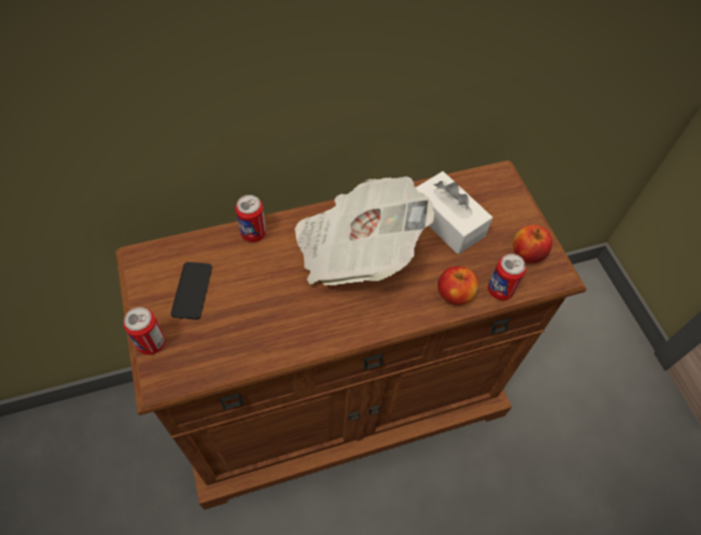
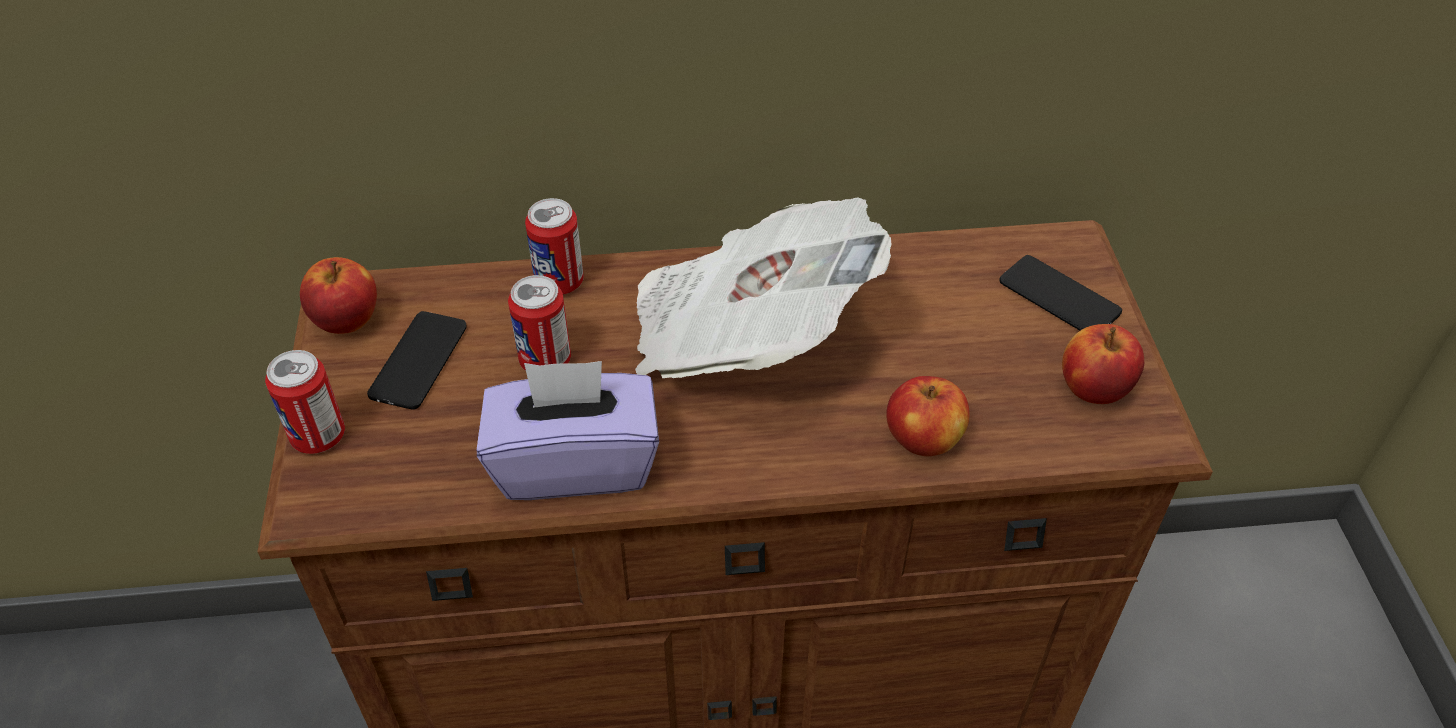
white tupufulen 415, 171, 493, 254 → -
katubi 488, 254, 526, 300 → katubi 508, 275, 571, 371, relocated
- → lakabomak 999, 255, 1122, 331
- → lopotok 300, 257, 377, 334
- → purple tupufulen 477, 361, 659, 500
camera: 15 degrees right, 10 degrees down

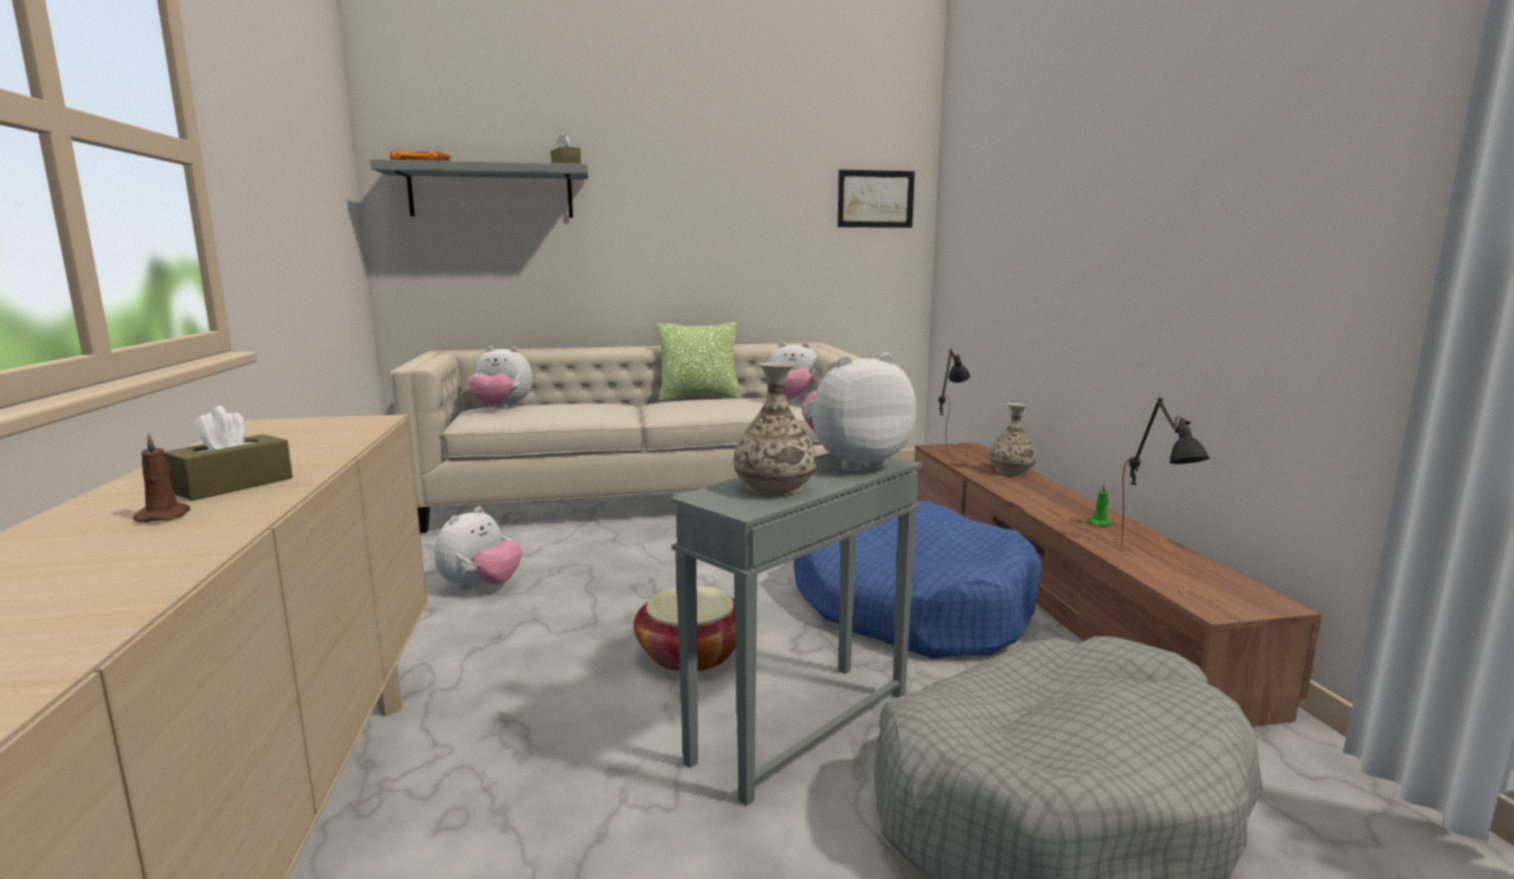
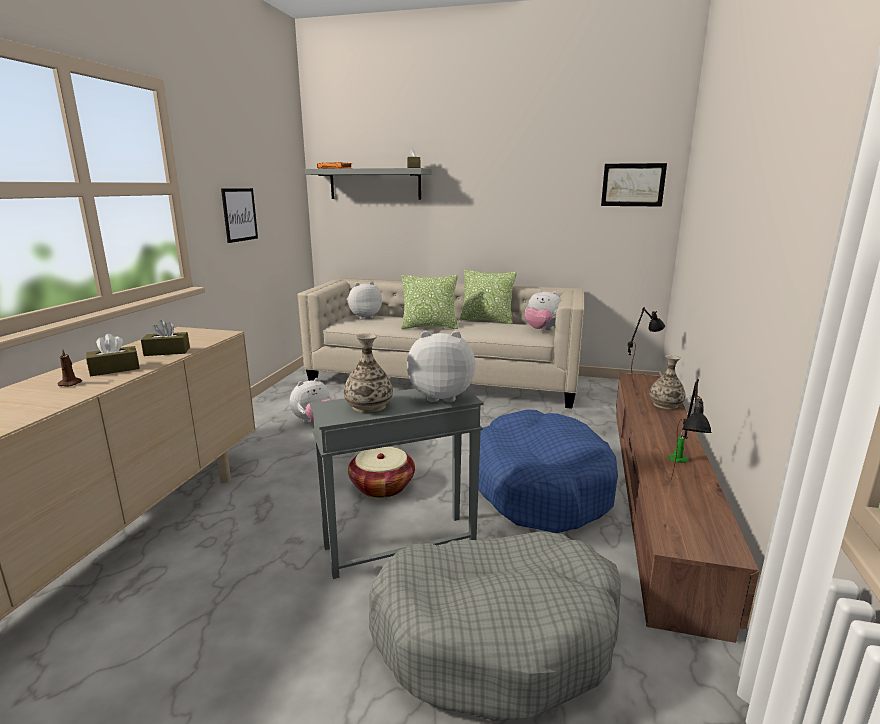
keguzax 469, 346, 533, 408 → keguzax 347, 281, 382, 320, 120 degrees clockwise
- → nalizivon 221, 188, 258, 243
- → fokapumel 401, 275, 458, 329
- → brown tupufulen 141, 320, 190, 356
camera: 25 degrees right, 5 degrees up

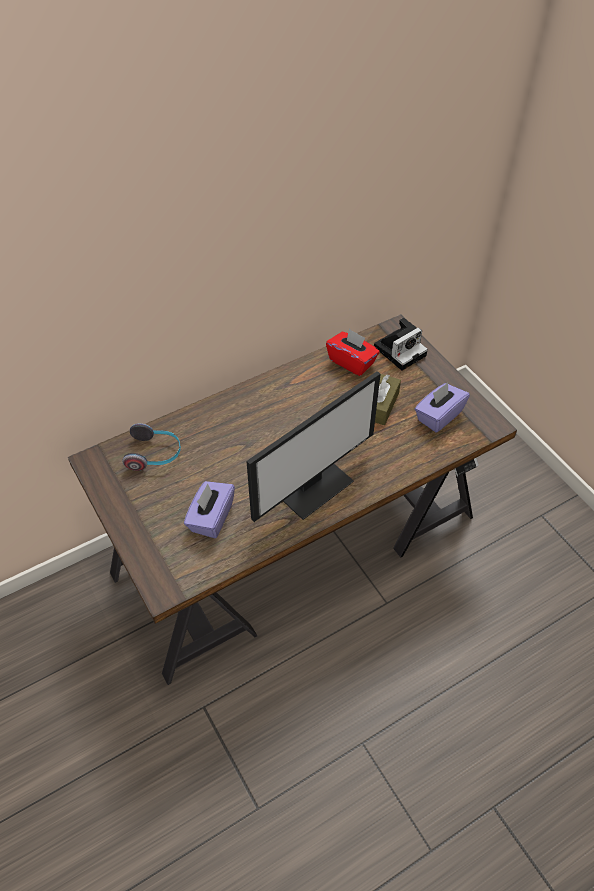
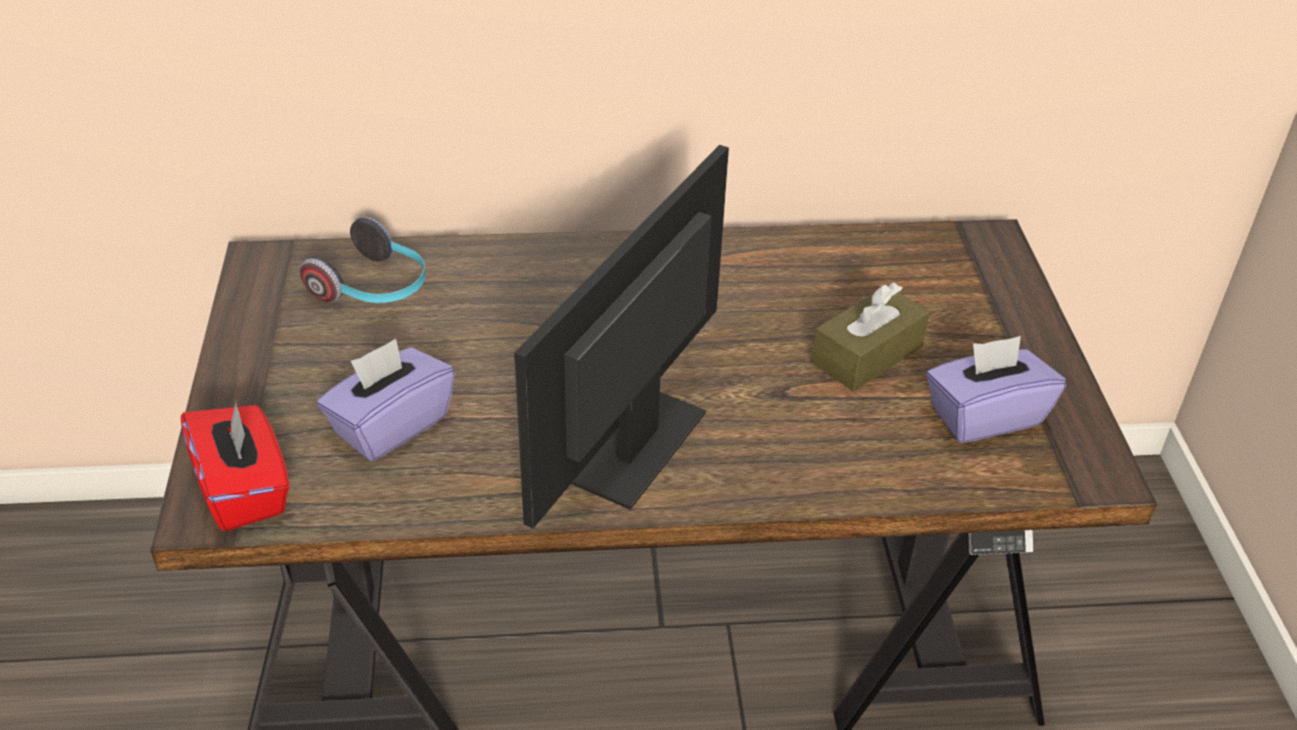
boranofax 374, 318, 428, 371 → -
red tupufulen 326, 328, 379, 376 → red tupufulen 181, 398, 290, 531, relocated
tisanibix 246, 371, 380, 522 → tisanibix 514, 145, 729, 529, 135 degrees clockwise
camera: 25 degrees right, 10 degrees down

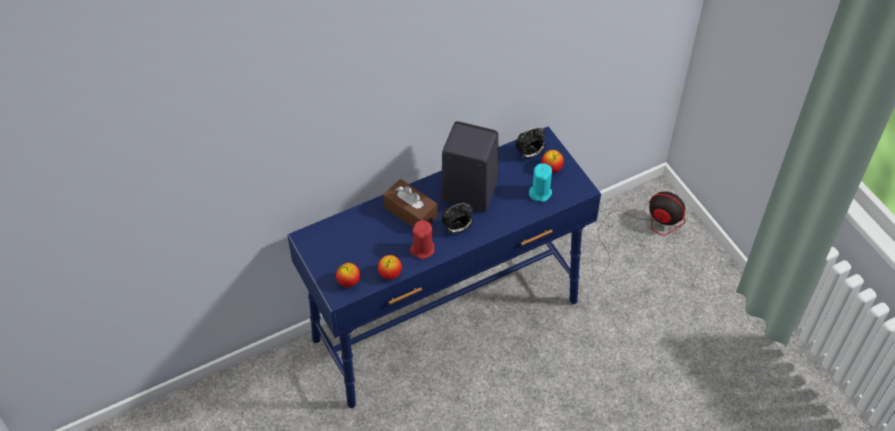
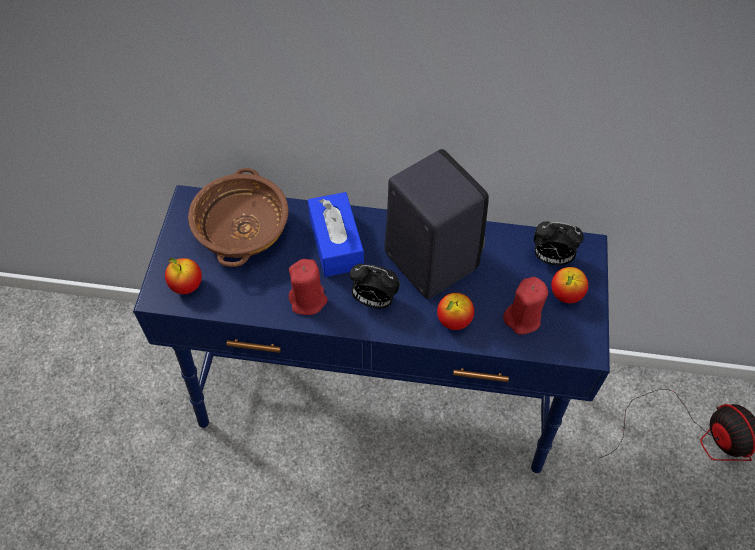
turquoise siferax 529, 163, 552, 202 → red siferax 503, 277, 548, 335
brown tupufulen 383, 179, 438, 228 → blue tupufulen 308, 192, 364, 277
lopotok 378, 255, 402, 279 → lopotok 437, 293, 474, 330, relocated
- → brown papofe 188, 168, 288, 267
camera: 35 degrees right, 5 degrees up

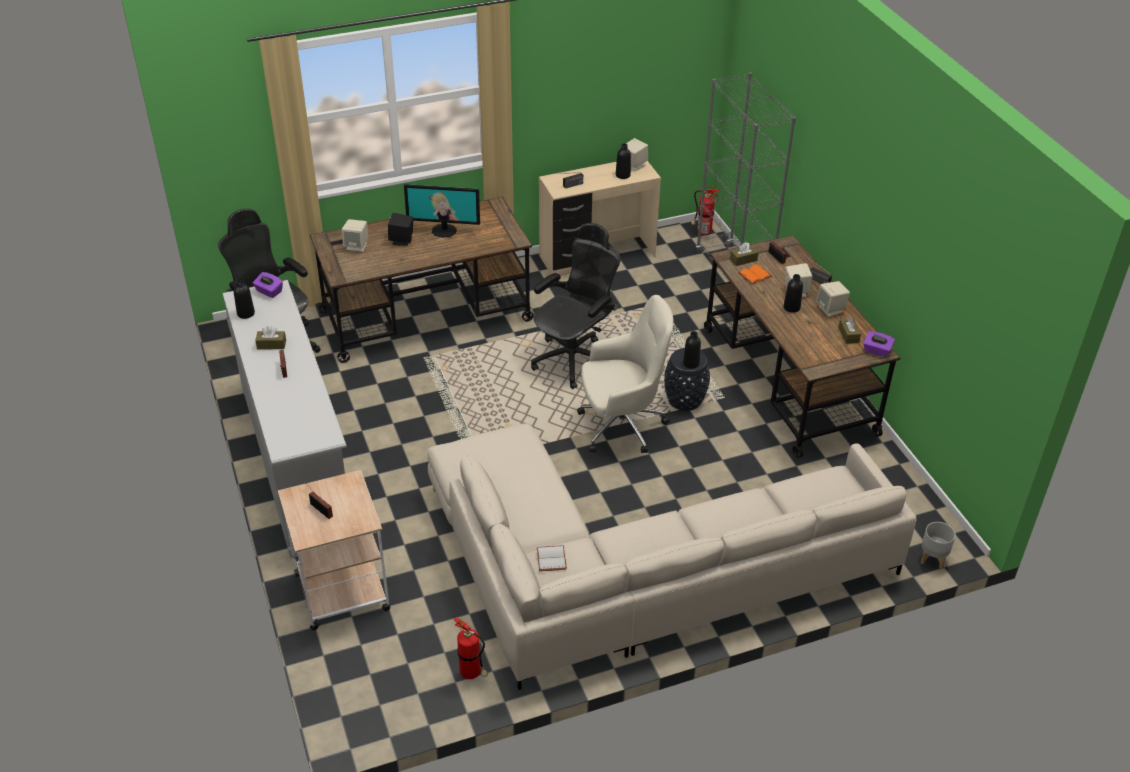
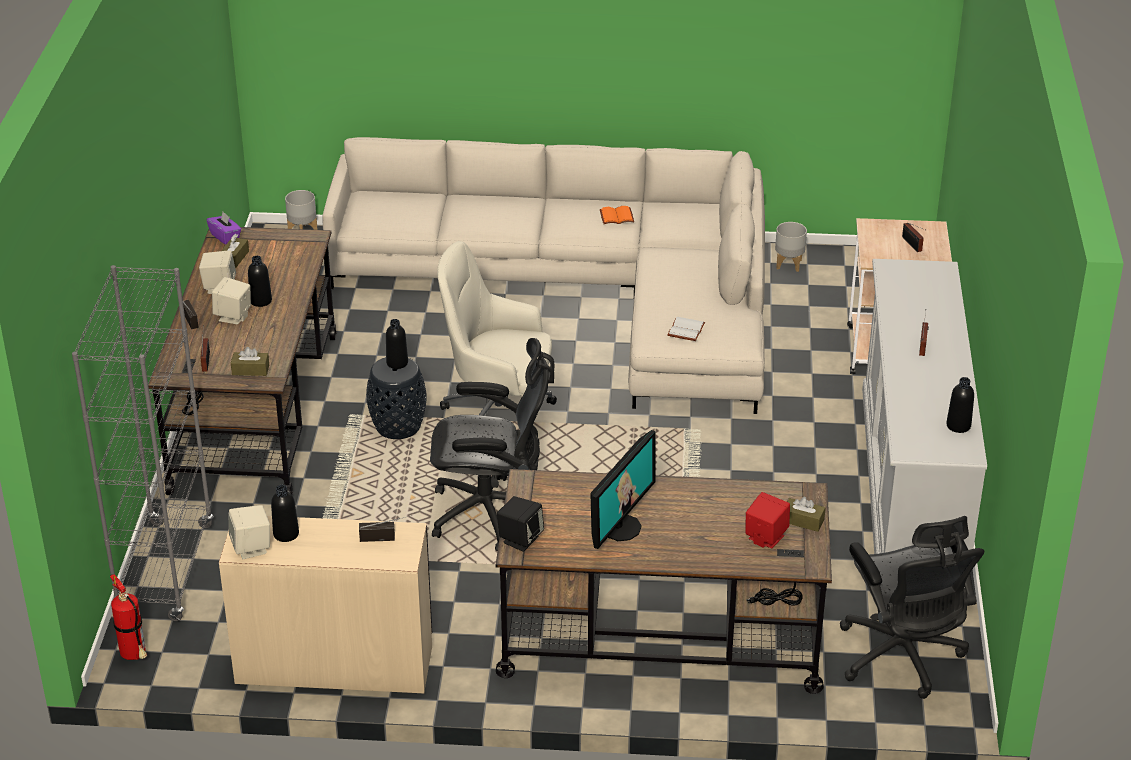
tisanibix 404, 184, 480, 238 → tisanibix 590, 430, 656, 549, 90 degrees clockwise
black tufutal 388, 213, 413, 246 → black tufutal 497, 496, 544, 552, relocated
beige tufutal 342, 219, 368, 252 → red tufutal 745, 492, 790, 548
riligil 531, 223, 621, 389 → riligil 430, 338, 554, 551, 150 degrees counterclockwise
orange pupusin 738, 264, 772, 284 → orange pupusin 600, 206, 634, 224, relocated
purple tupufulen 252, 272, 283, 298 → -
brown tupufulen 255, 326, 286, 350 → brown tupufulen 787, 497, 826, 532, relocated
white pupusin 537, 545, 567, 571 → white pupusin 668, 317, 705, 341, relocated
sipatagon 454, 617, 488, 679 → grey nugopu 775, 222, 807, 272
camera: 155 degrees left, 5 degrees down

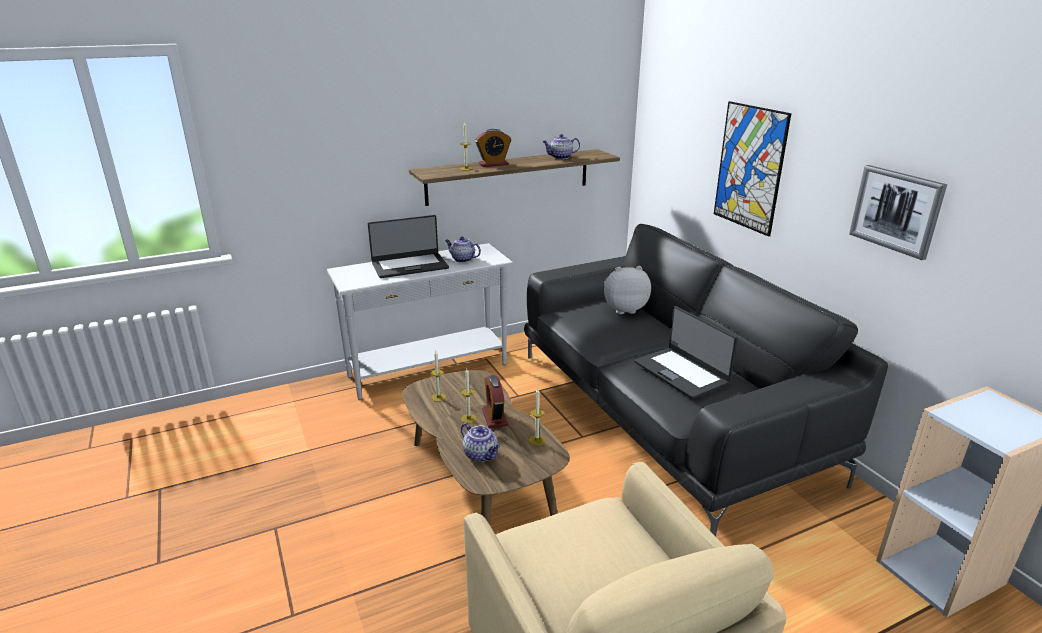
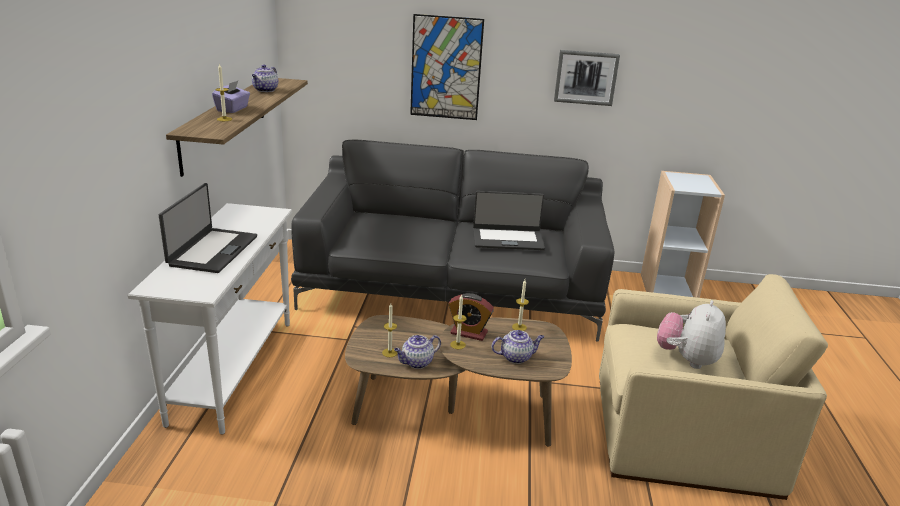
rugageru 475, 129, 511, 167 → purple tupufulen 212, 80, 250, 113
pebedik 445, 237, 481, 263 → pebedik 394, 335, 441, 369, relocated
keguzax 604, 266, 651, 314 → keguzax 657, 300, 726, 369, relocated
camera: 60 degrees left, 0 degrees up

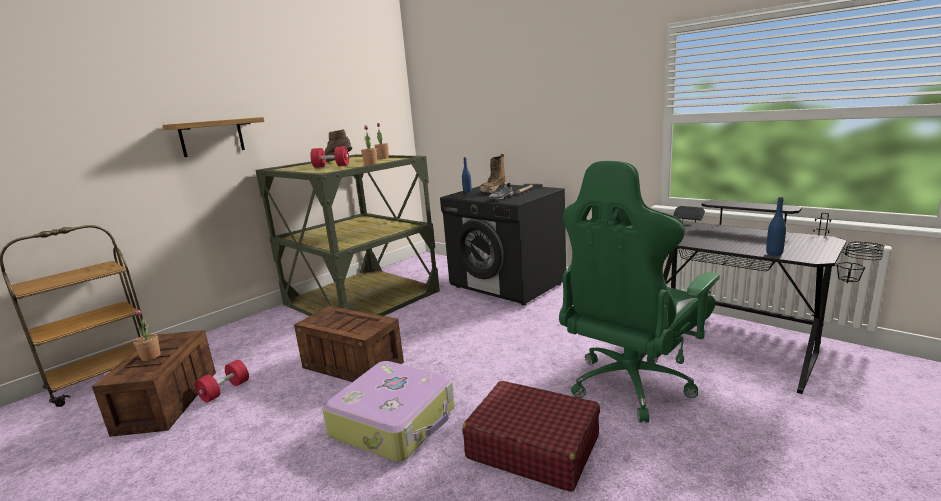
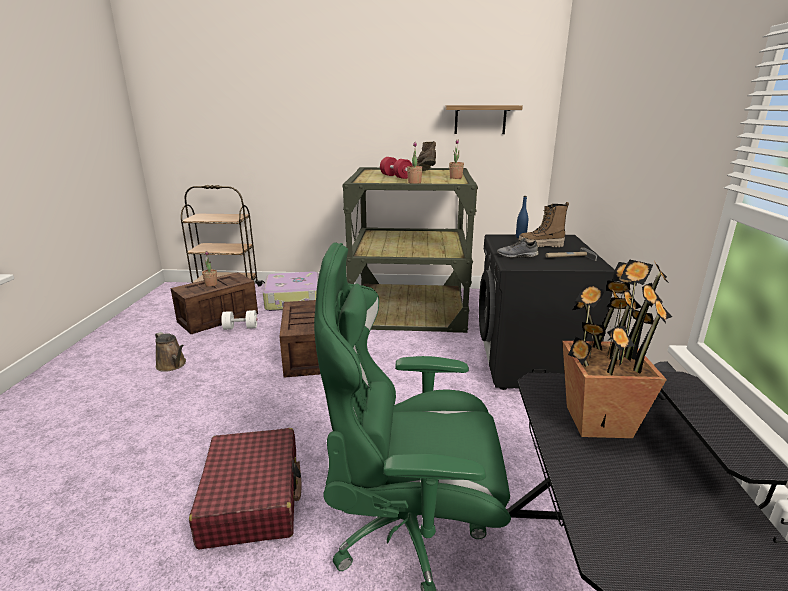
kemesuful 163, 117, 264, 157 → kemesuful 446, 105, 523, 134, relocated
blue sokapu 766, 197, 786, 256 → -
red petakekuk 195, 360, 249, 403 → white petakekuk 221, 310, 257, 330
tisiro 322, 361, 455, 462 → tisiro 263, 272, 319, 311, relocated
- → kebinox 562, 260, 672, 438
- → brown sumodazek 155, 332, 186, 372
camera: 50 degrees right, 5 degrees up

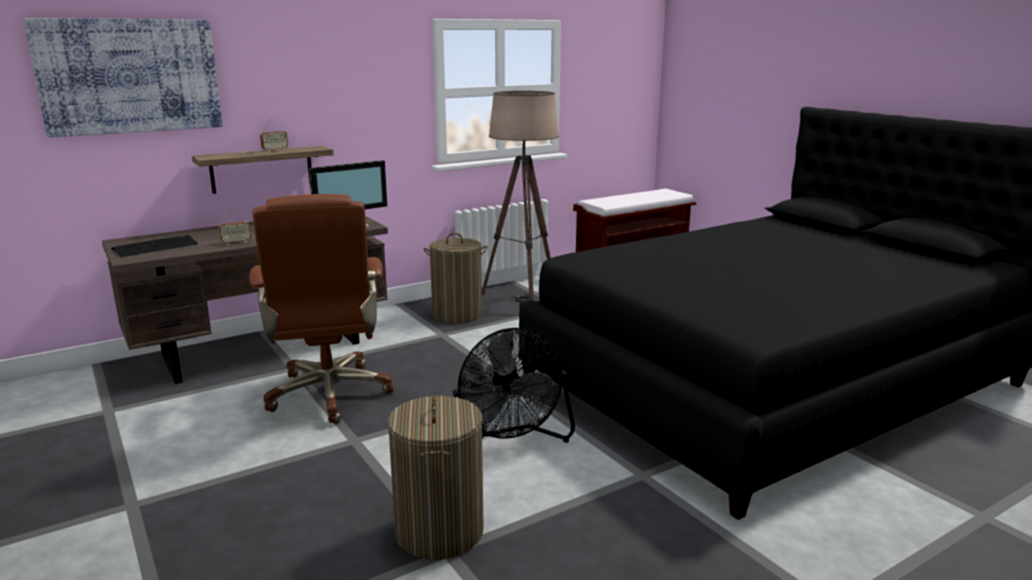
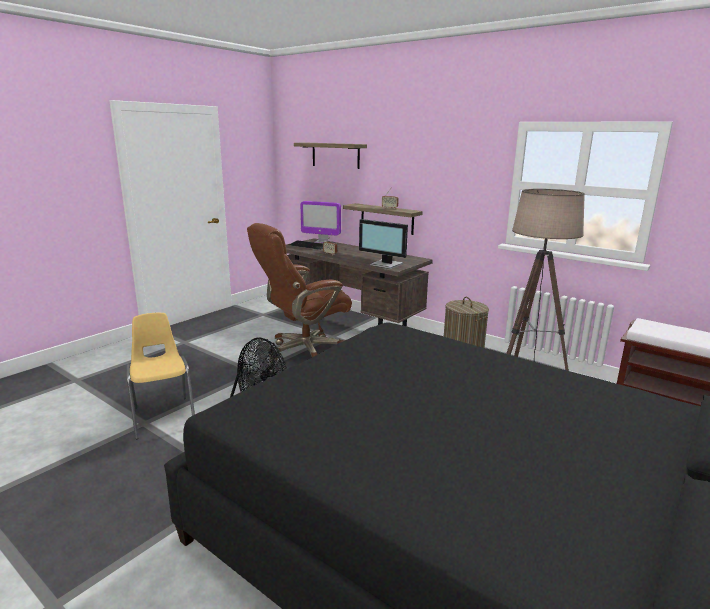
nalizivon 23, 18, 223, 137 → kemesuful 294, 143, 367, 169
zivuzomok 387, 395, 484, 560 → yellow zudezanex 126, 313, 195, 439
- → tisanibix 300, 201, 341, 243
camera: 70 degrees right, 0 degrees up

